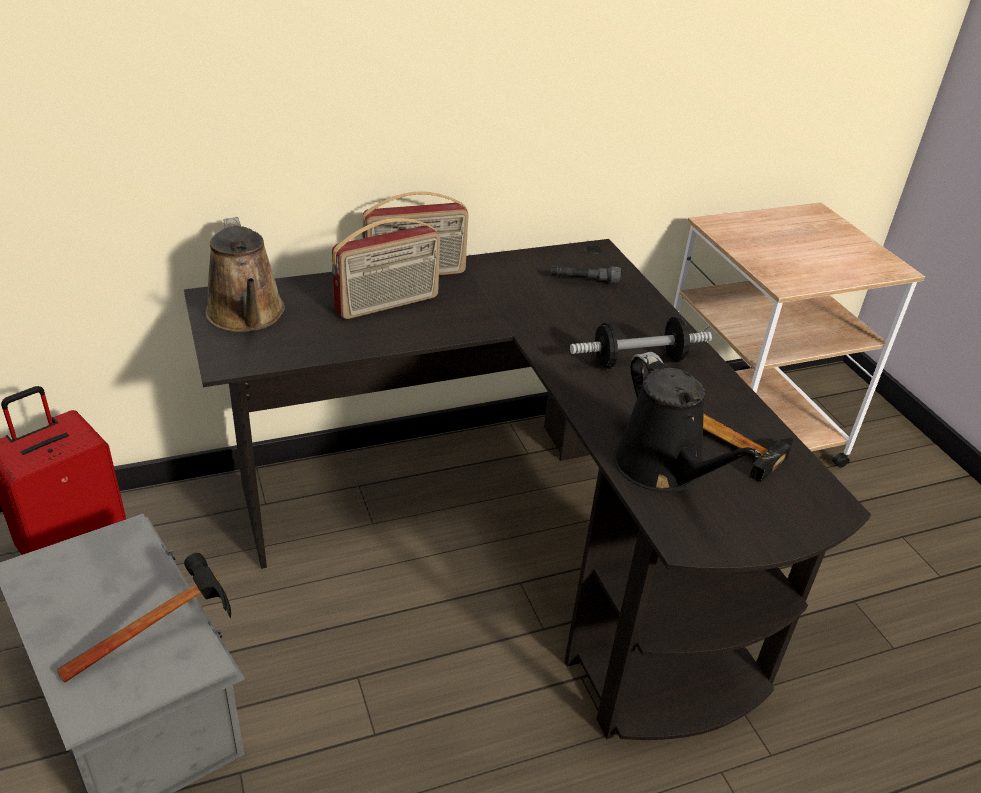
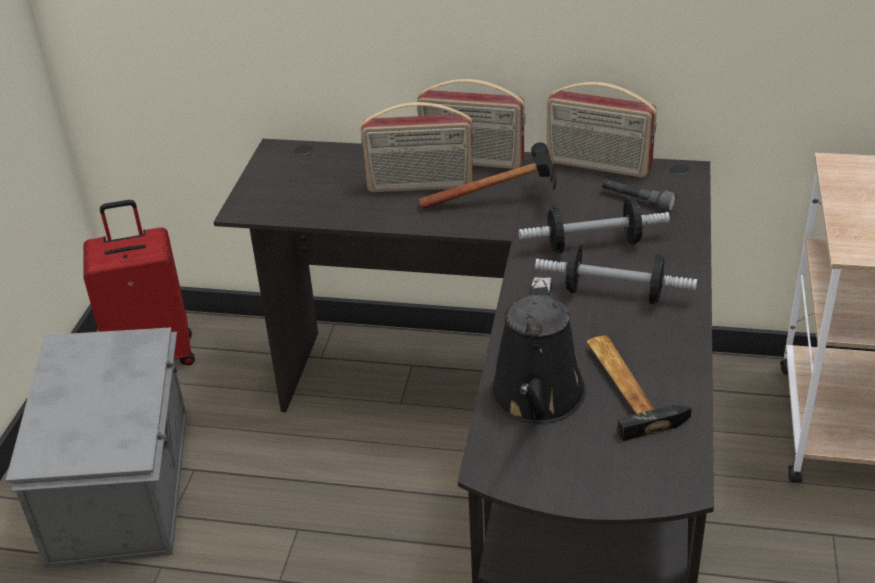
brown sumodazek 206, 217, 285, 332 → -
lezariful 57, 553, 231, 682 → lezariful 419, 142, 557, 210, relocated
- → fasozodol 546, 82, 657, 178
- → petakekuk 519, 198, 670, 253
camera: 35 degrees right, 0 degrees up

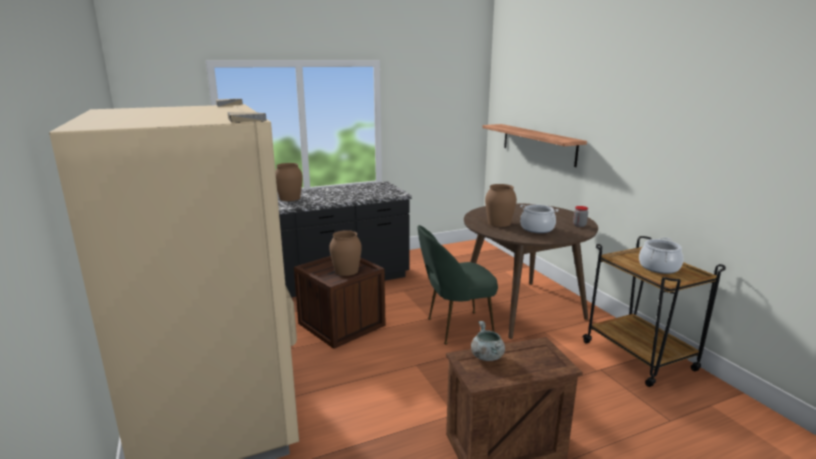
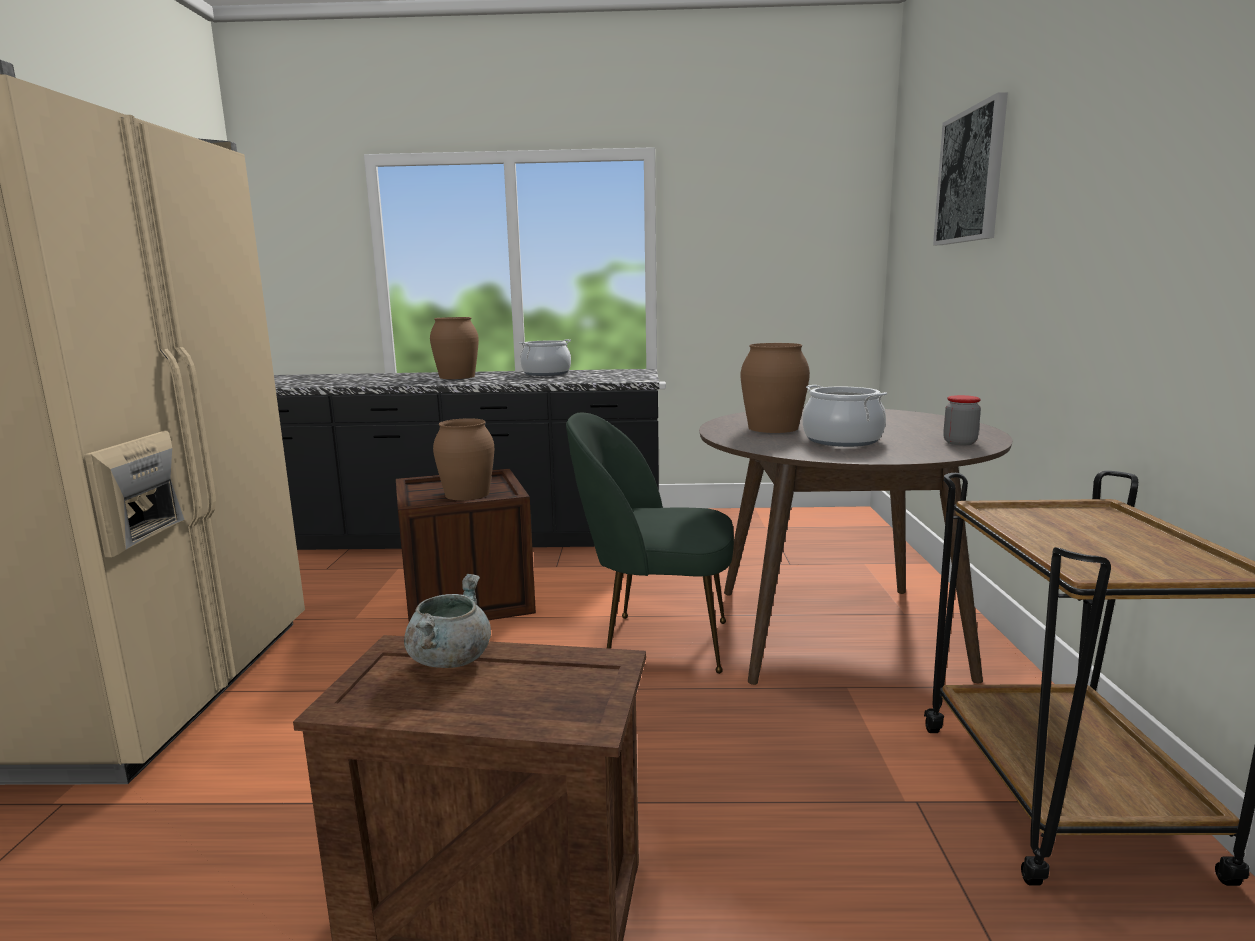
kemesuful 482, 124, 587, 167 → -
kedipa 639, 237, 683, 274 → kedipa 518, 339, 571, 376, relocated
- → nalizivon 933, 92, 1008, 245
camera: 25 degrees right, 5 degrees down

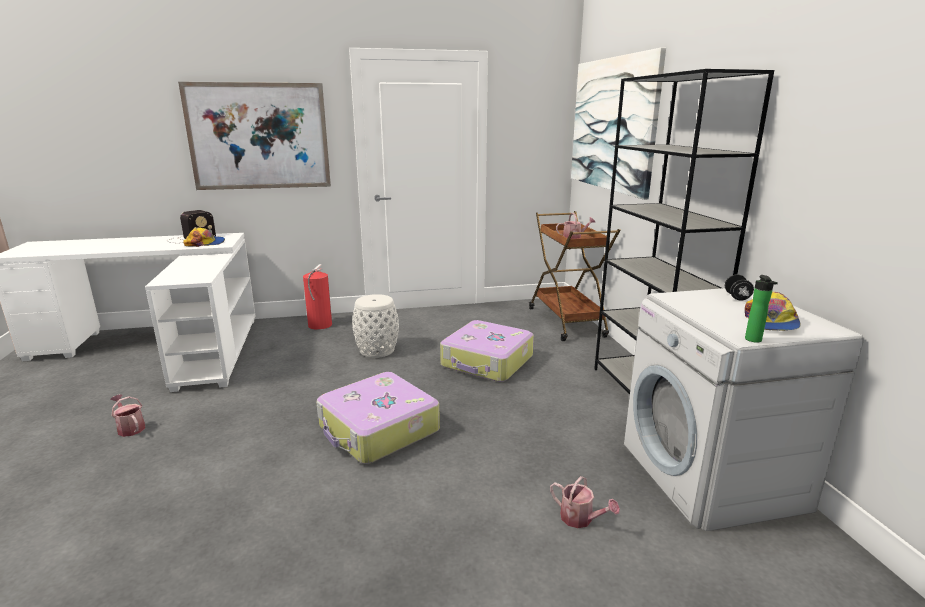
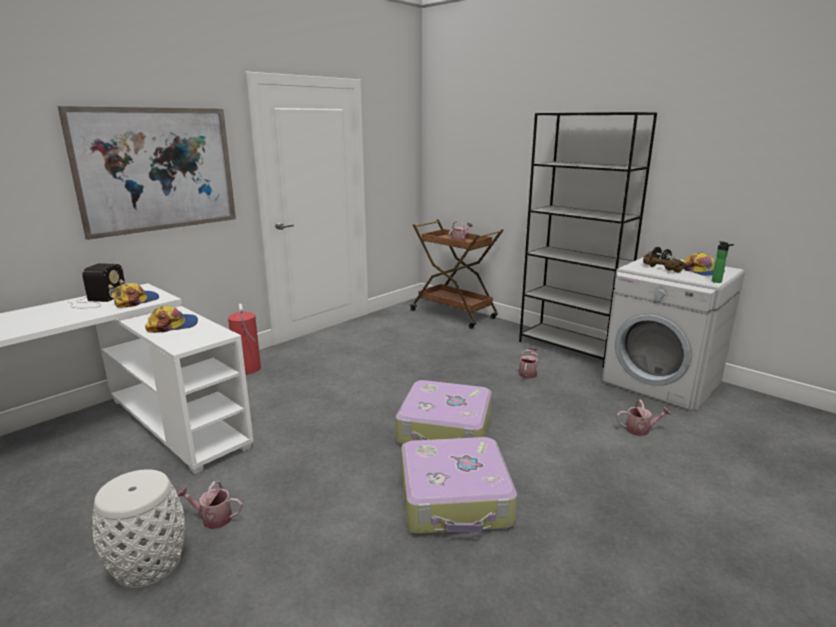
nalizivon 571, 47, 666, 200 → -
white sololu 352, 294, 399, 358 → white sololu 92, 469, 185, 589, relocated
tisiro 440, 320, 534, 382 → tisiro 402, 437, 517, 534, relocated
- → brown petakekuk 643, 253, 685, 273
- → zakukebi 145, 305, 198, 332
- → sumodazek 519, 347, 539, 379
camera: 35 degrees left, 0 degrees up

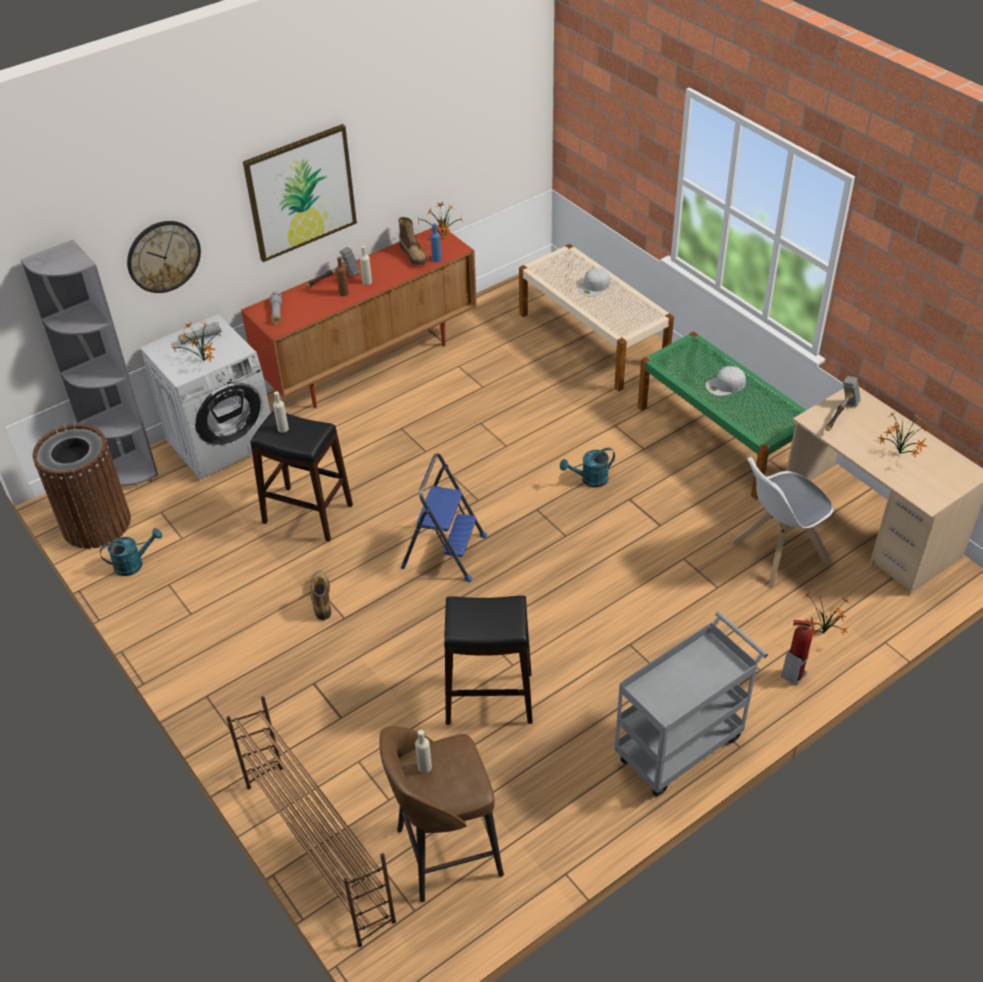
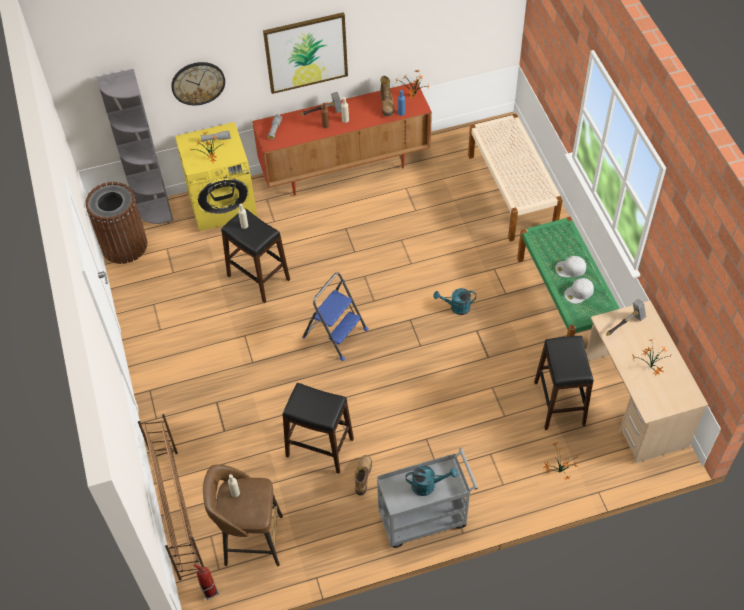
white zakukebi 578, 268, 610, 297 → white zakukebi 564, 278, 594, 304, relocated
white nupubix 140, 314, 270, 479 → yellow nupubix 175, 122, 257, 231
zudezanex 732, 457, 834, 587 → black sololu 534, 336, 594, 430
turquoise sumodazek 100, 528, 162, 576 → turquoise sumodazek 406, 466, 457, 496, relocated
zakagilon 310, 571, 331, 620 → zakagilon 355, 455, 372, 496, relocated
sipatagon 781, 620, 813, 685 → sipatagon 193, 564, 219, 600, relocated
camera: 20 degrees right, 10 degrees up

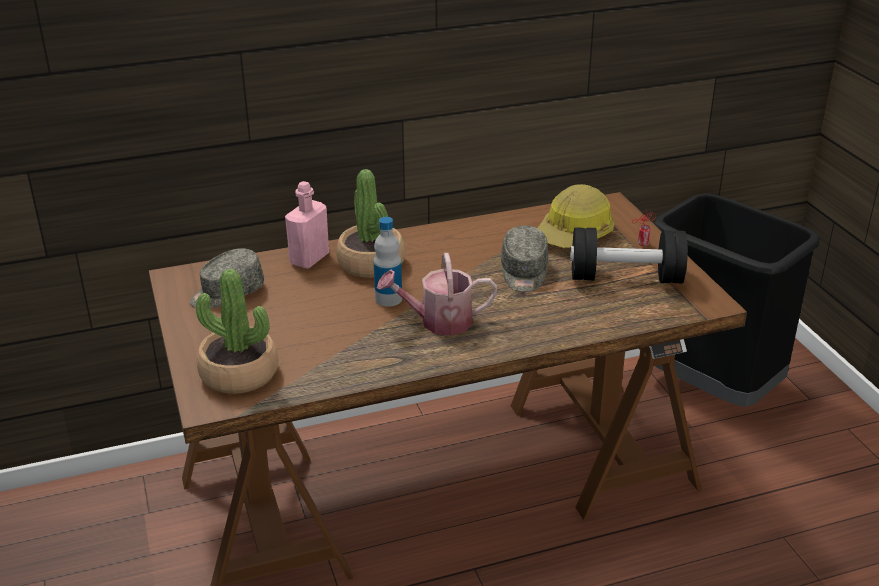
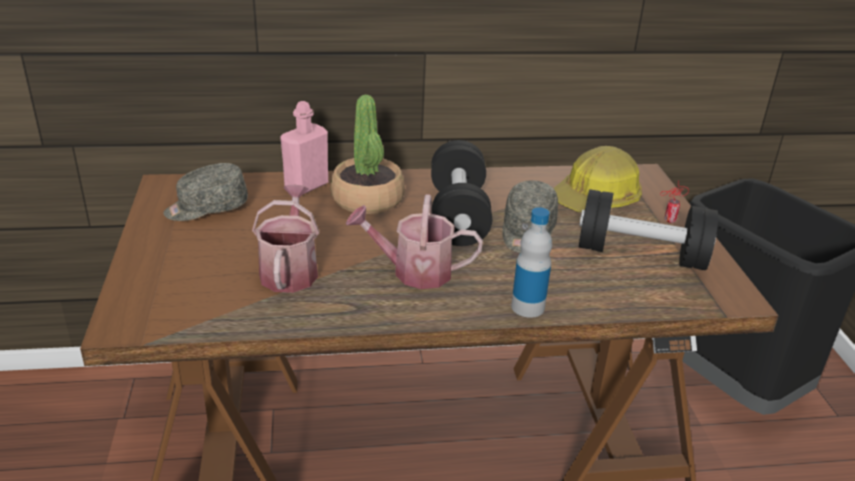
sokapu 374, 217, 402, 307 → sokapu 511, 207, 552, 318, relocated
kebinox 196, 269, 278, 394 → -
- → black petakekuk 431, 140, 492, 246
- → sumodazek 252, 185, 320, 293
camera: 10 degrees right, 0 degrees up

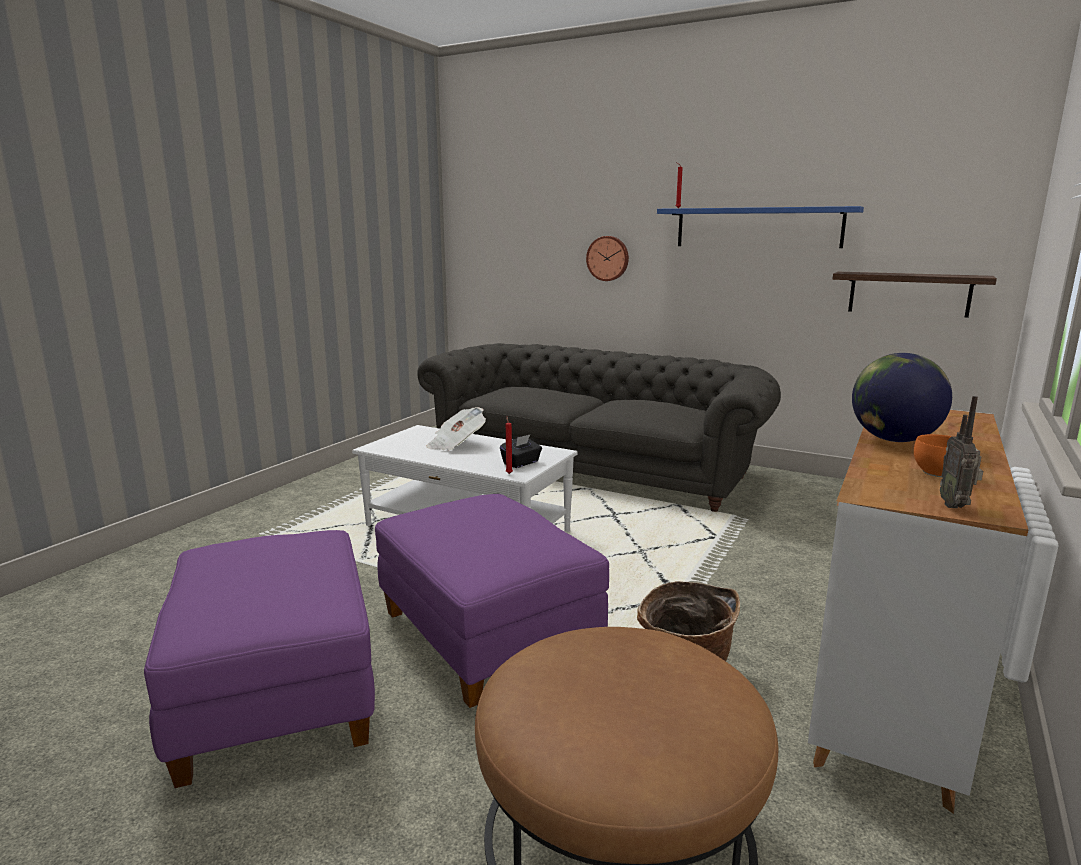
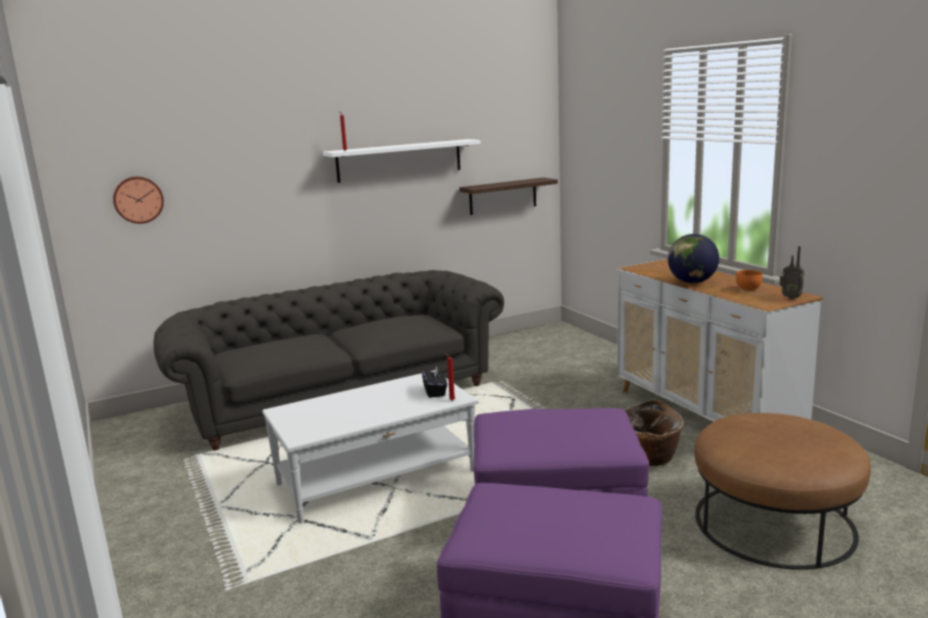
blue kemesuful 657, 206, 864, 248 → white kemesuful 323, 139, 481, 183
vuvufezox 586, 236, 629, 281 → vuvufezox 113, 177, 164, 224, relocated
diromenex 426, 407, 486, 450 → -
camera: 55 degrees left, 0 degrees up

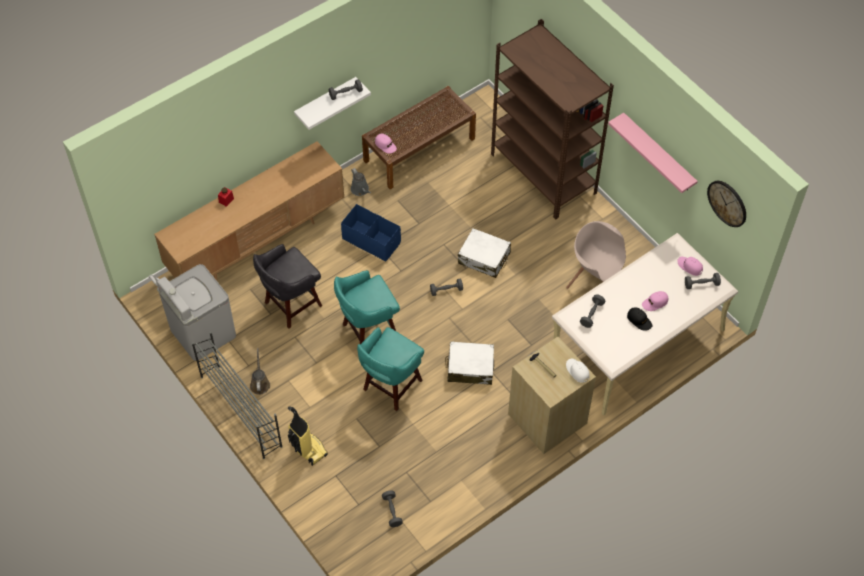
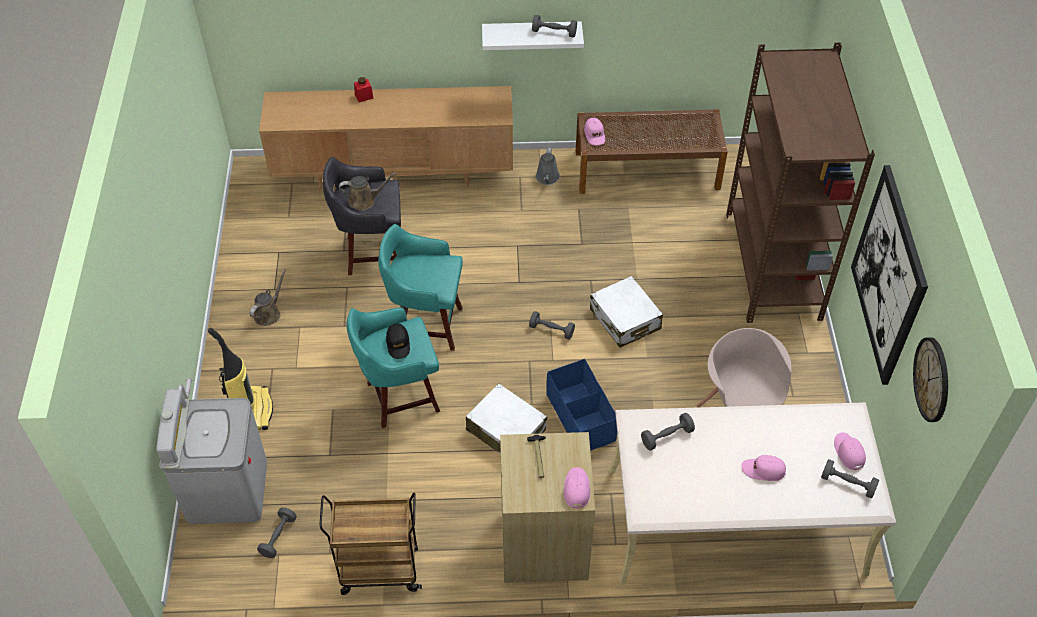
pink kemesuful 608, 113, 698, 193 → nalizivon 851, 165, 928, 385
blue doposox 341, 204, 401, 262 → blue doposox 546, 359, 617, 451, relocated
grey nupubix 149, 264, 236, 361 → grey nupubix 156, 378, 267, 524, relocated
black zakukebi 627, 307, 652, 331 → black zakukebi 386, 324, 410, 359, relocated
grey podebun 192, 332, 283, 459 → -
white zakukebi 566, 359, 590, 383 → pink zakukebi 564, 467, 590, 508
- → brown sumodazek 339, 172, 397, 210
- → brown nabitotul 320, 493, 422, 595
camera: 35 degrees right, 5 degrees down

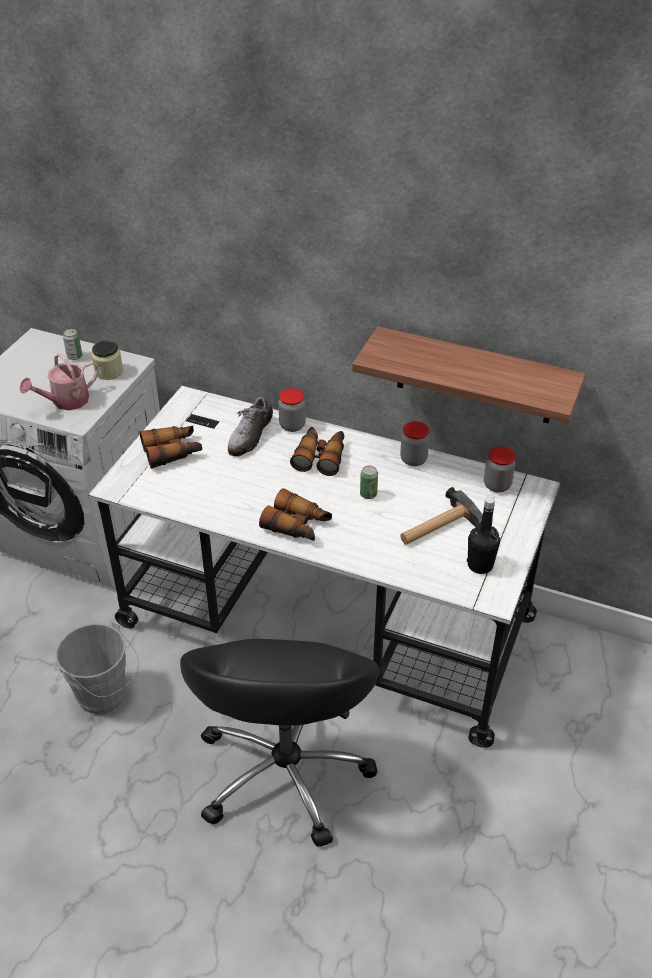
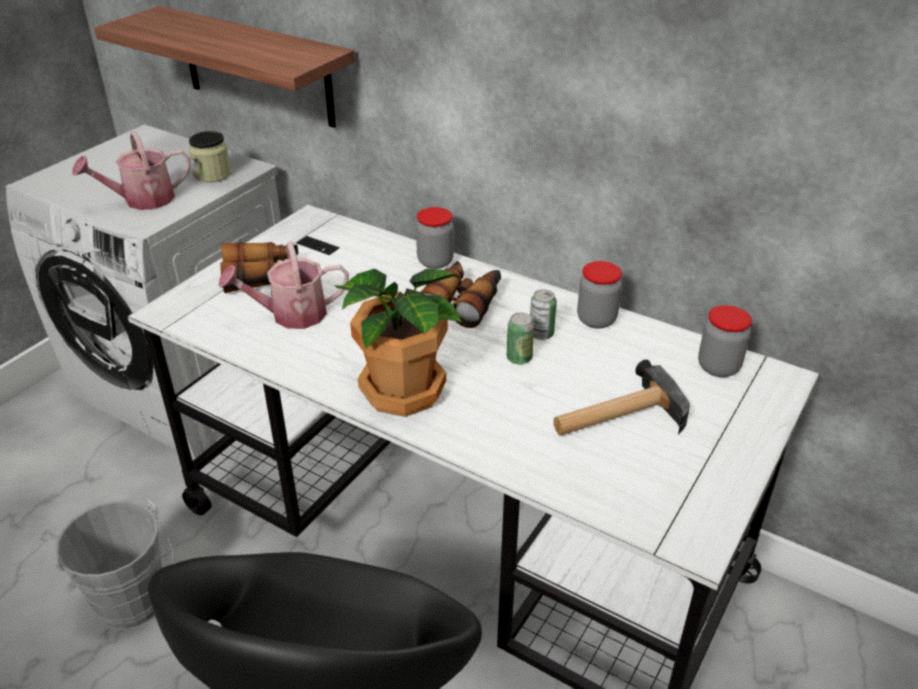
kemesuful 352, 326, 586, 424 → kemesuful 94, 6, 355, 128, relocated
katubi 63, 329, 82, 360 → katubi 530, 289, 557, 340, relocated
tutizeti 228, 396, 273, 456 → -
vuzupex 259, 488, 332, 541 → kebinox 334, 269, 462, 417
black sokapu 467, 497, 500, 574 → -
- → sumodazek 218, 241, 349, 329
camera: 10 degrees right, 5 degrees down

